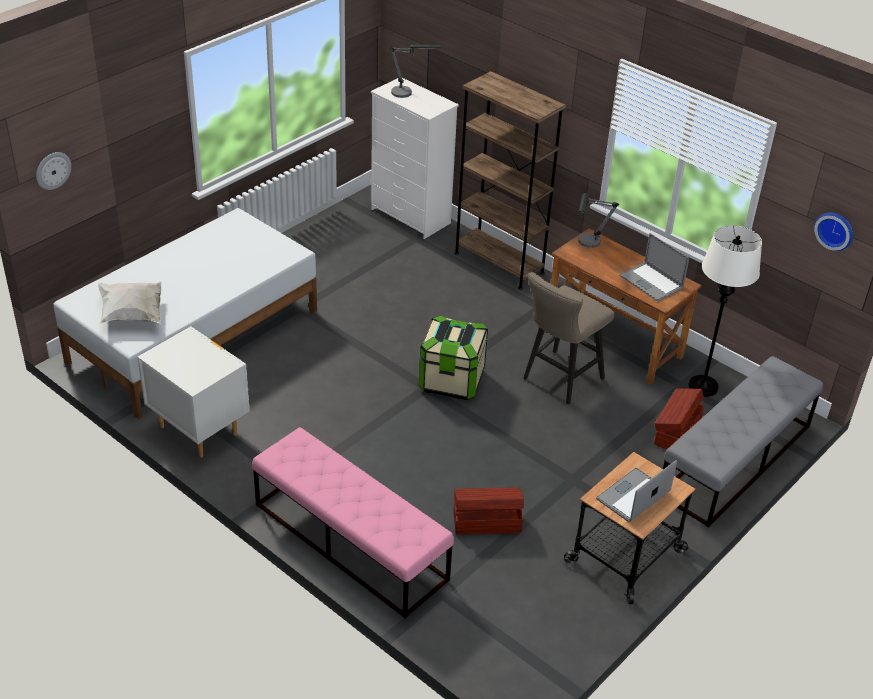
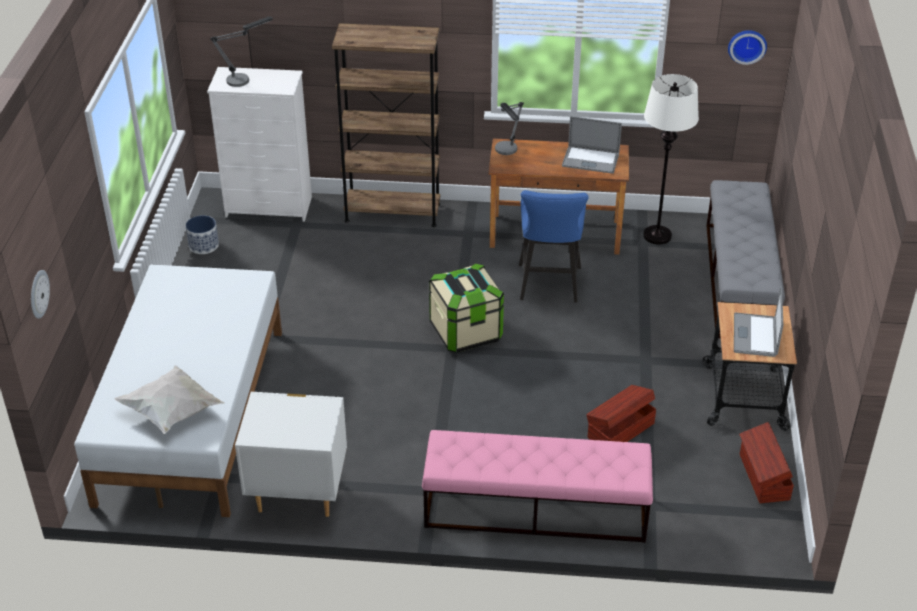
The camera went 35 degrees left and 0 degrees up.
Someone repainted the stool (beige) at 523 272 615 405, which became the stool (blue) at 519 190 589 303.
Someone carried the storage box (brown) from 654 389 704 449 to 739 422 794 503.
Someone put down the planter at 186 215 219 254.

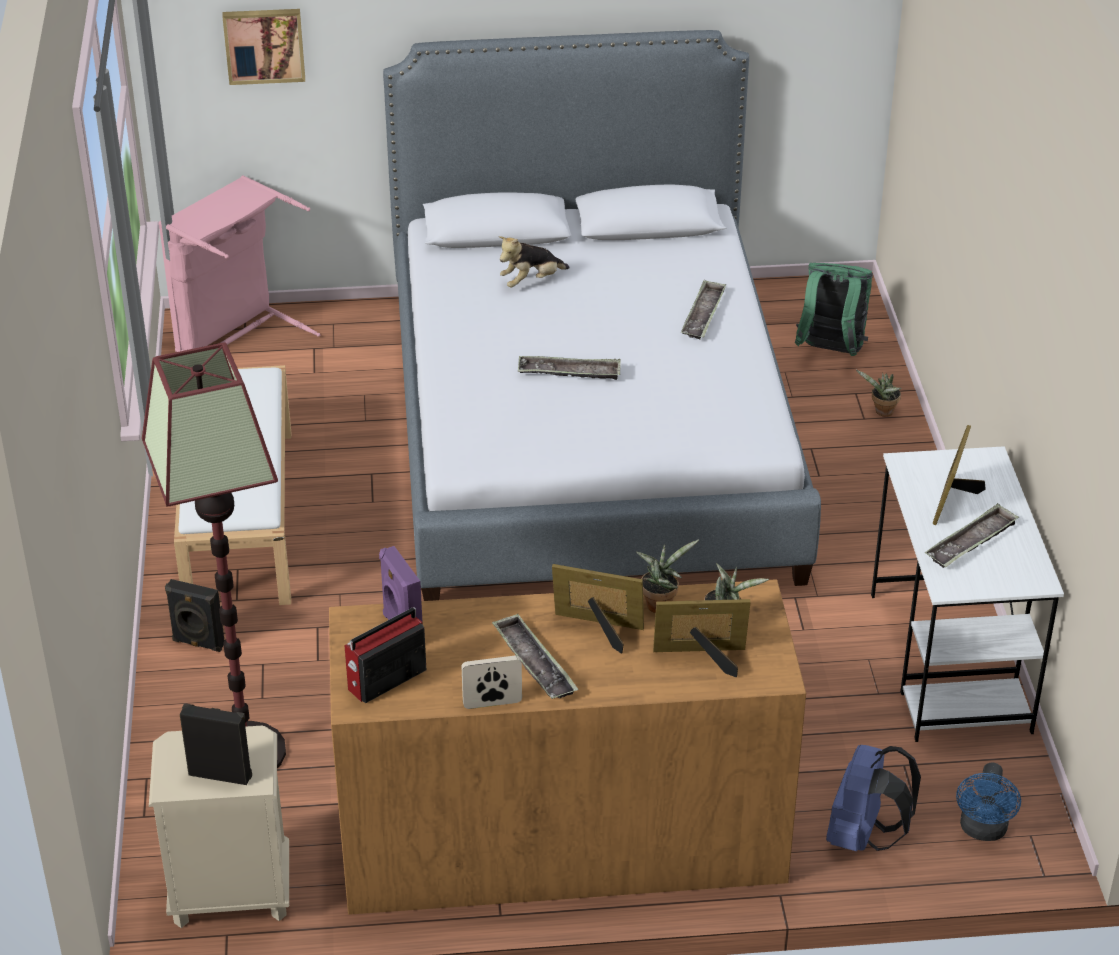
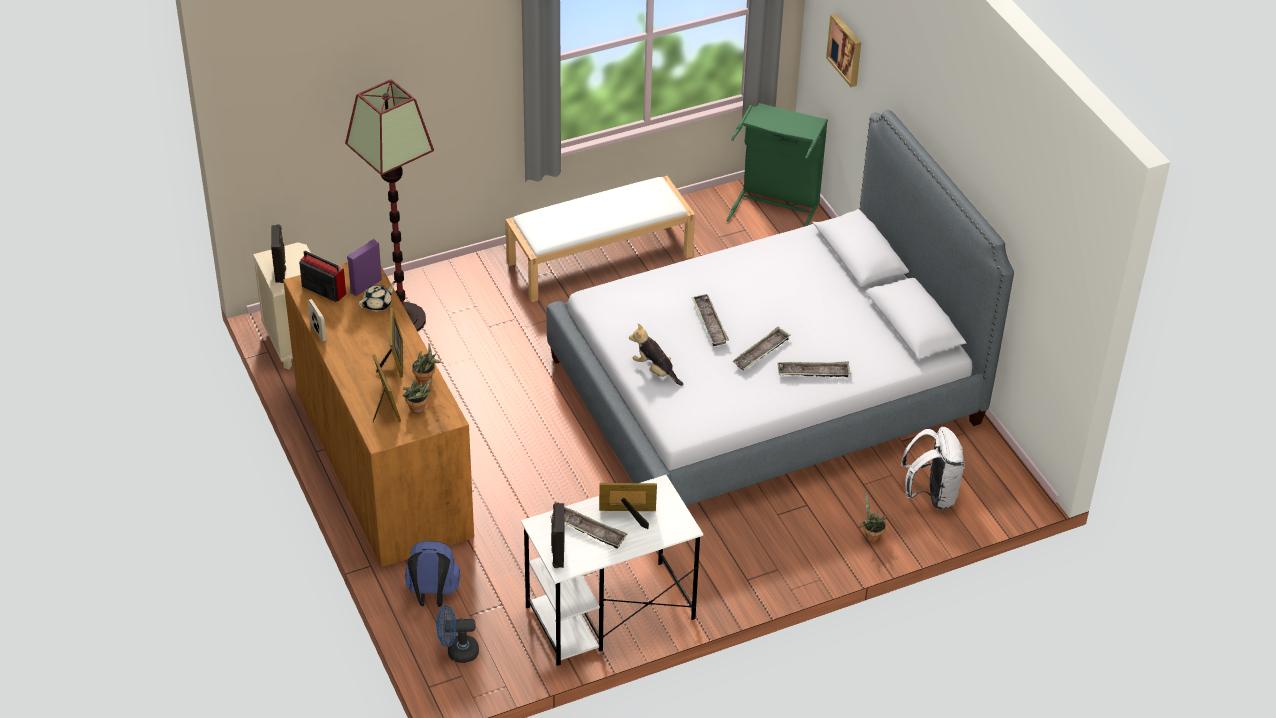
The camera went 70 degrees right and 5 degrees up.
Someone repainted the laundry basket (pink) at 158 175 320 352, which became the laundry basket (green) at 726 103 828 227.
Someone carried the plush toy from 499 236 570 288 to 629 324 684 386.
Someone repainted the backpack (green) at 795 263 873 356, which became the backpack (white) at 901 427 965 510.
Someone carried the speaker (black) from 165 579 225 652 to 551 502 564 568.
Someone carried the tray from 492 614 579 699 to 732 327 791 371.
Someone put down the teapot (beige) at 359 281 396 311.

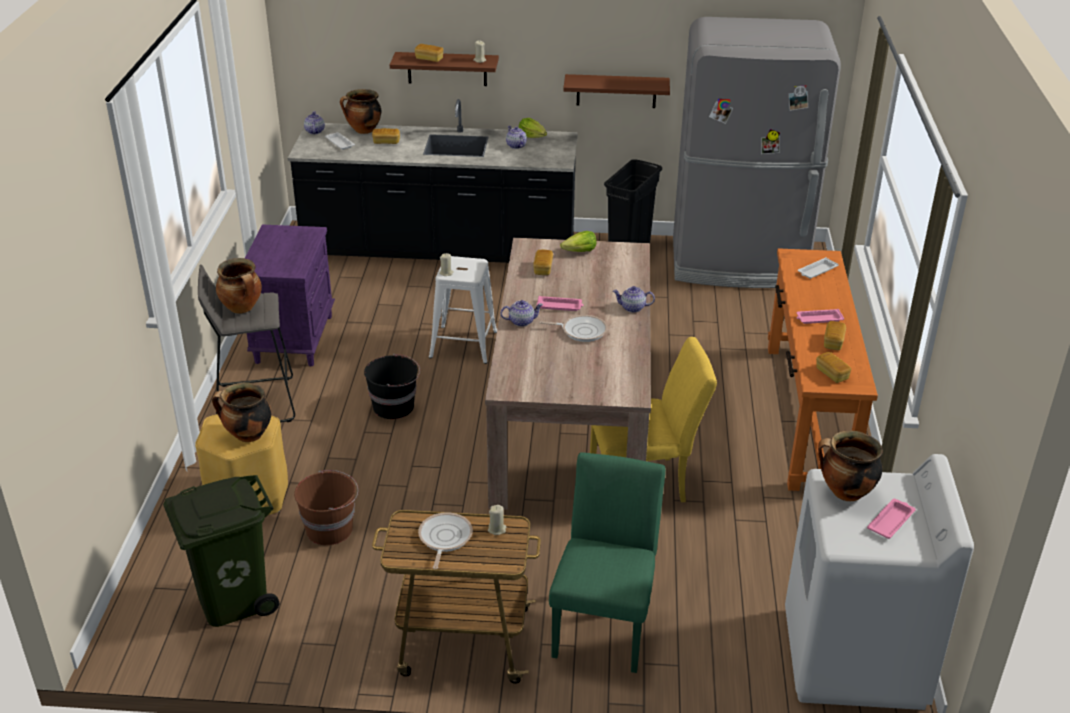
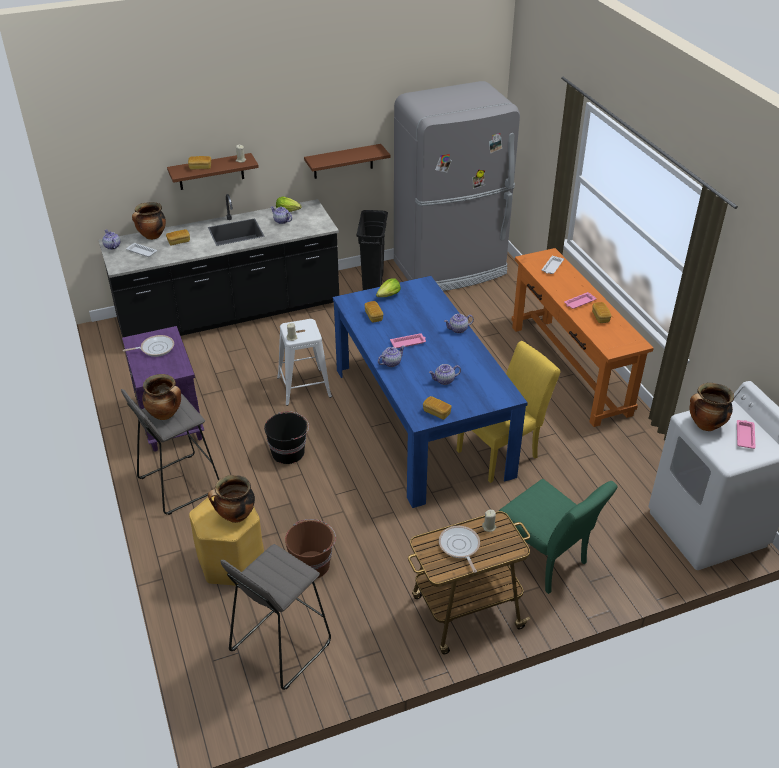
The camera went 25 degrees left and 5 degrees up.
Someone repainted the dining table (beige) at 485 238 651 510, which became the dining table (blue) at 333 276 528 508.
Someone carried the frying pan from 539 315 608 342 to 123 335 174 357.
Someone carried the bread from 816 352 851 383 to 423 396 452 420.
Someone rotated the chair (green) at 549 452 666 673 by 150 degrees clockwise.
Someone swapped the trash can (green) at 163 475 279 627 for the stool (grey) at 220 544 331 690.
Someone put down the teapot at 429 364 461 385.

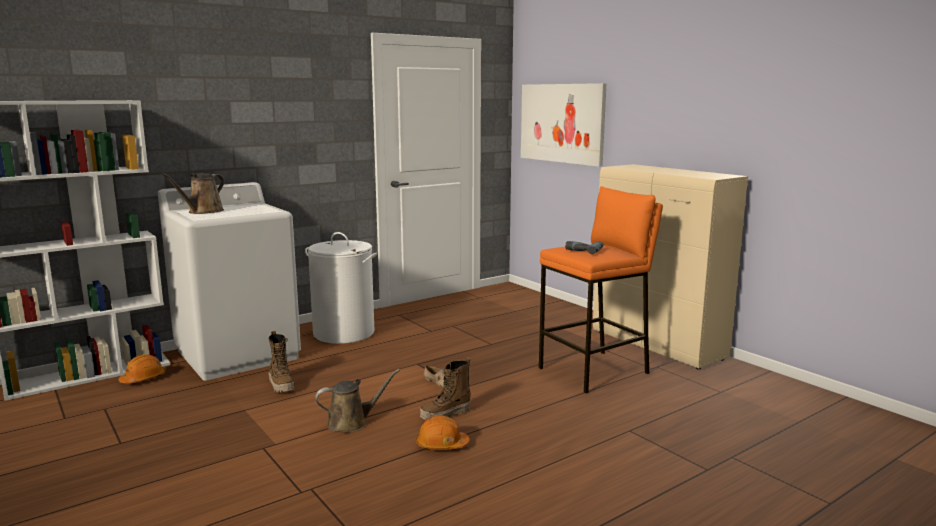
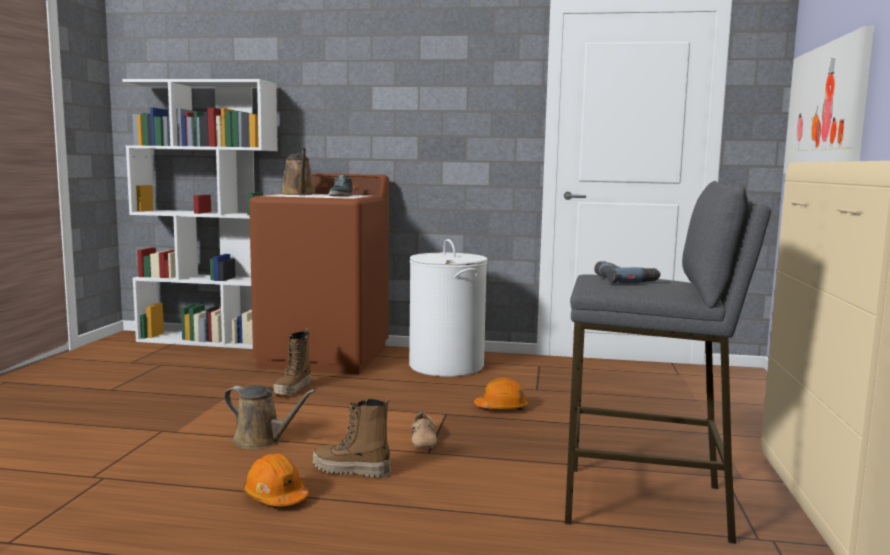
The camera went 45 degrees right and 5 degrees down.
Someone rotated the watering can (brown) at 162 173 224 214 by 90 degrees counterclockwise.
Someone repainted the washing machine (white) at 158 182 301 381, which became the washing machine (brown) at 249 173 389 374.
Someone repainted the stool (orange) at 539 186 663 394, which became the stool (grey) at 565 181 771 544.
Someone carried the hard hat (orange) from 118 355 165 383 to 474 378 528 410.
Someone put down the shoe at 329 175 352 197.

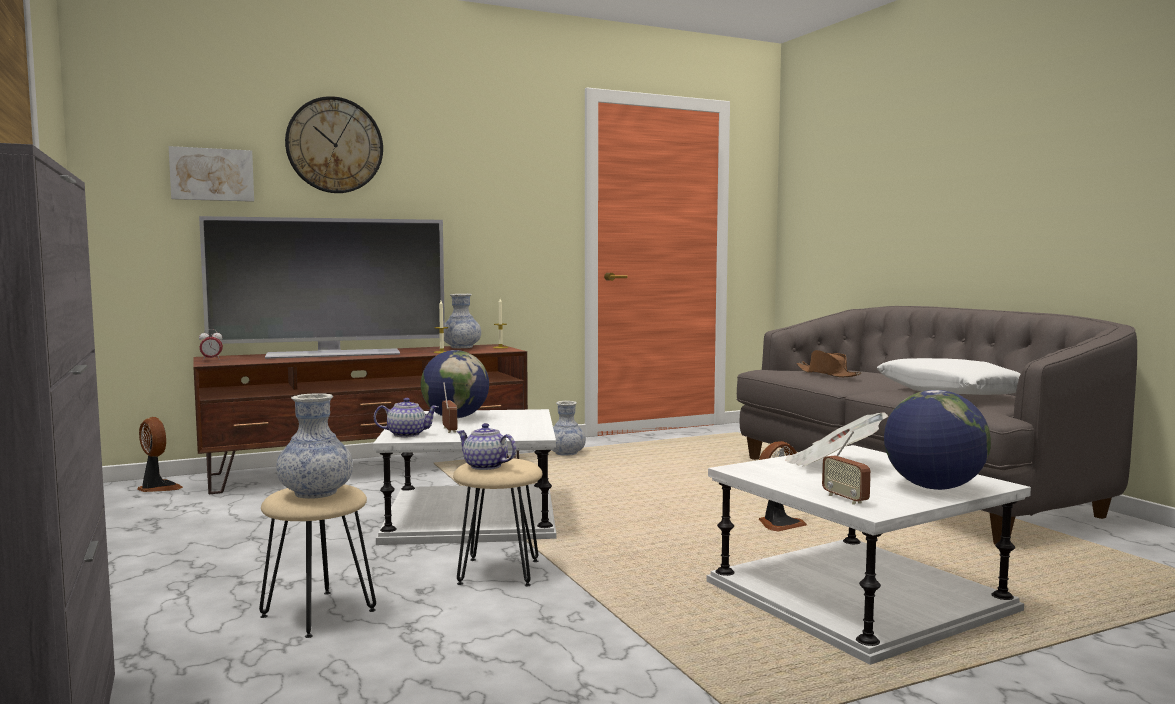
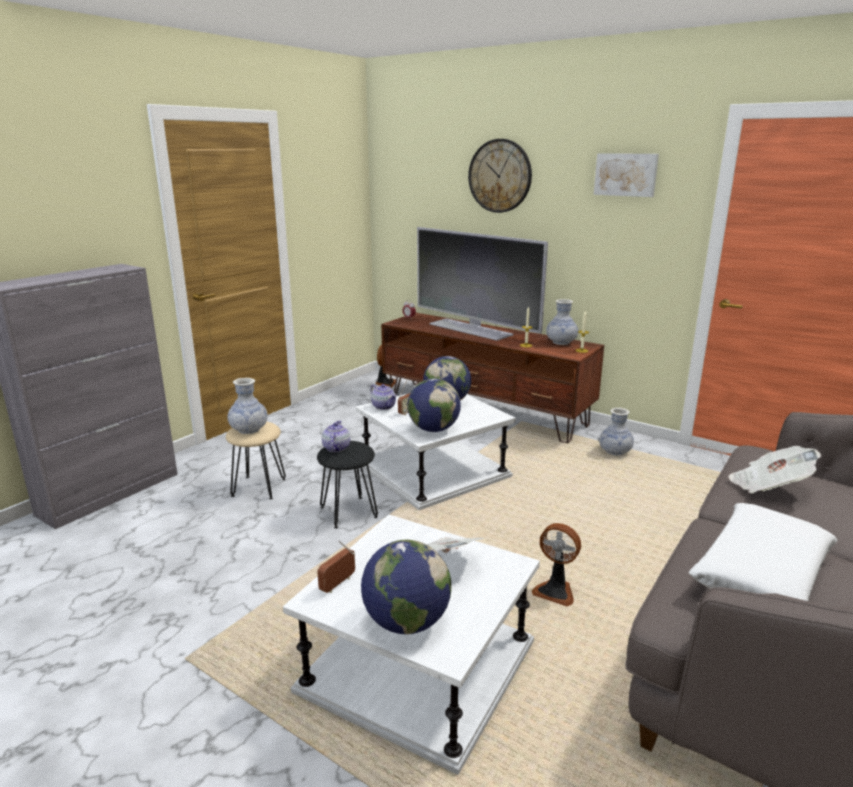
The camera went 60 degrees right and 15 degrees up.
Someone carried the picture from 169 146 254 202 to 594 153 659 197.
Someone swapped the hat (brown) at 796 350 861 377 for the newspaper at 728 446 822 493.
Someone repainted the stool (beige) at 453 458 543 586, which became the stool (black) at 317 441 378 529.
Someone put down the globe at 407 378 461 432.

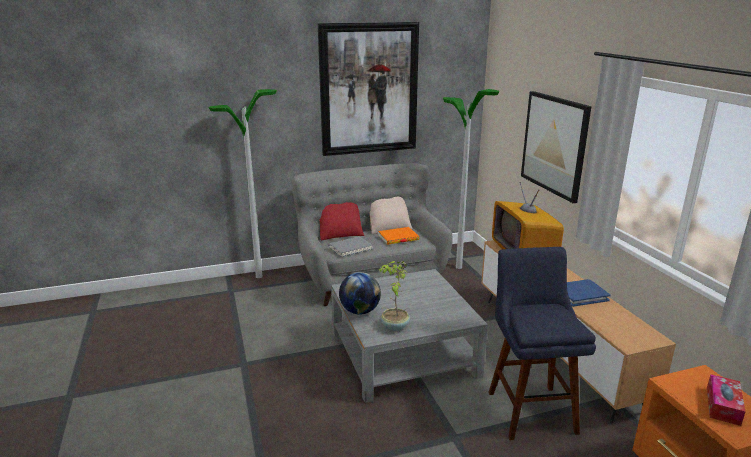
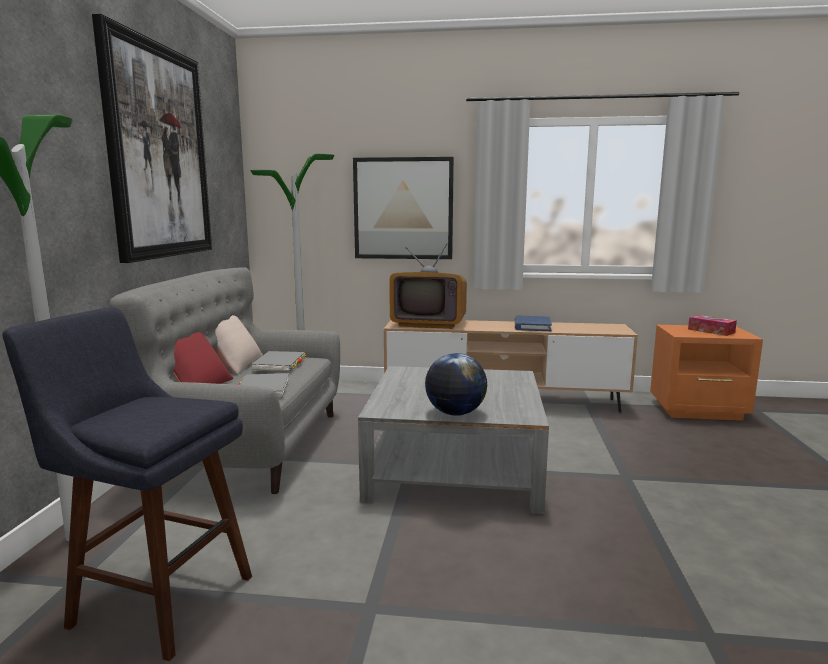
The camera went 65 degrees left and 10 degrees down.
Someone repainted the book (orange) at 378 227 419 245, which became the book (grey) at 251 351 306 371.
Someone carried the stool (blue) from 488 247 596 440 to 2 307 252 661.
Someone took away the potted plant at 379 261 410 331.

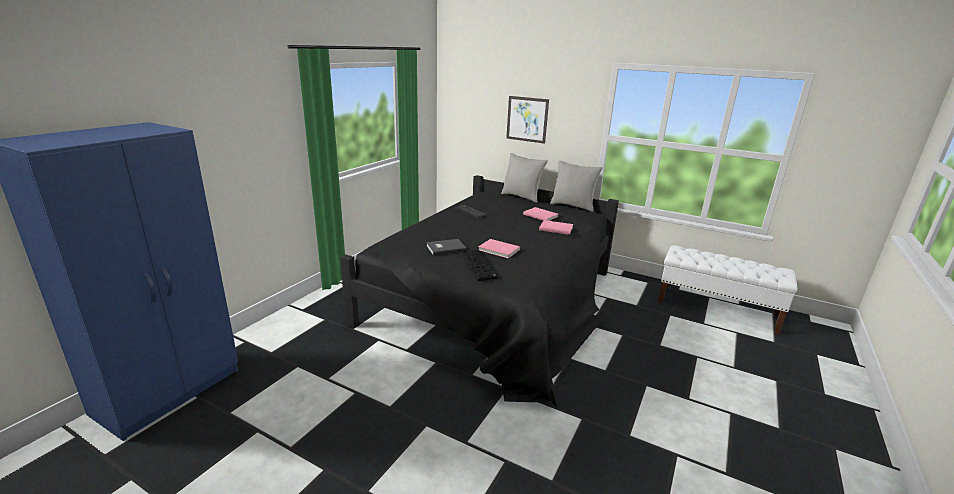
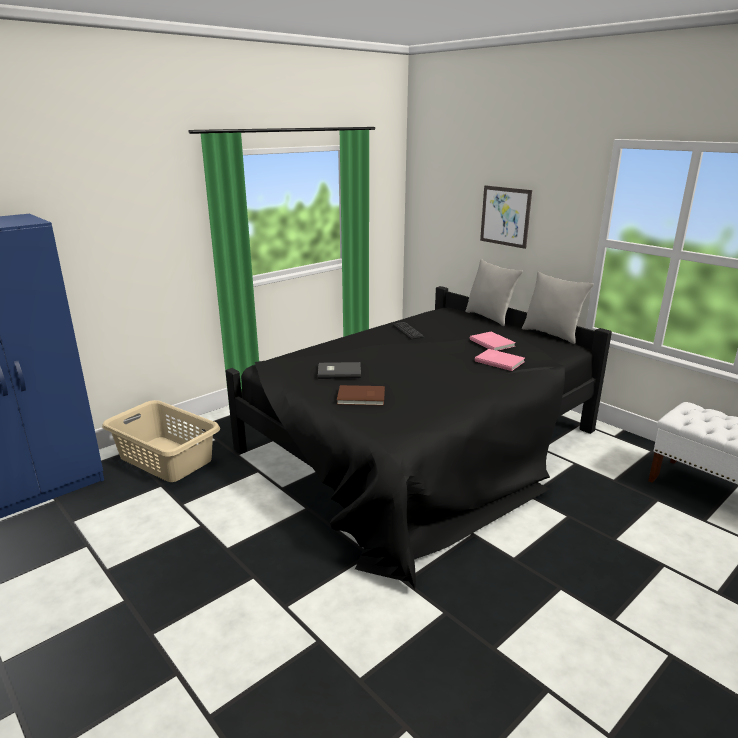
The camera went 20 degrees right and 0 degrees up.
Someone took away the book (pink) at 478 239 520 258.
Someone swapped the keyboard at 461 250 498 281 for the book (brown) at 337 385 385 406.
Someone put down the laundry basket (beige) at 102 400 220 482.

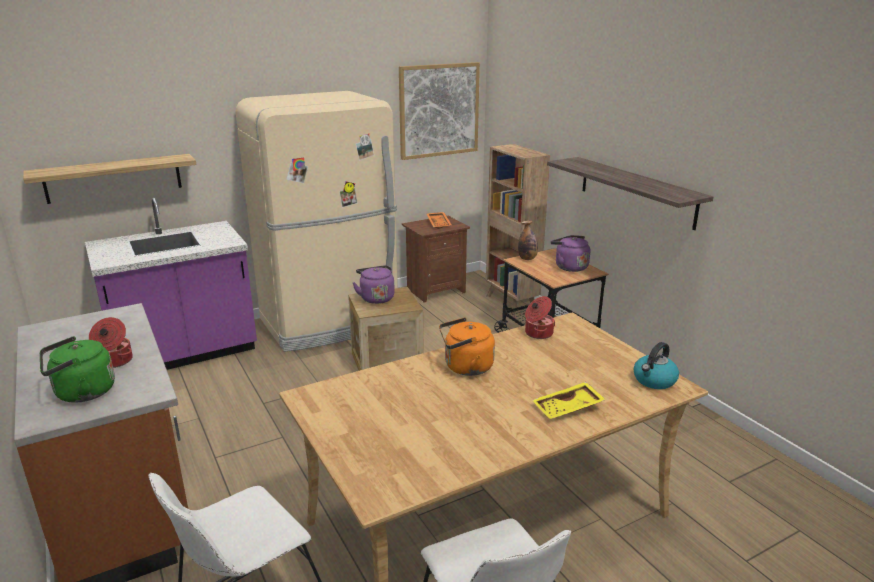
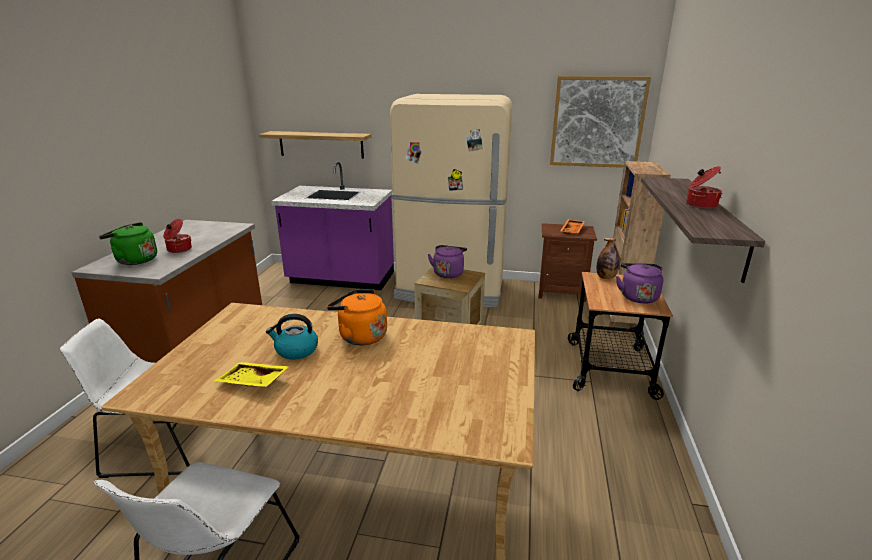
The camera went 40 degrees right and 0 degrees up.
Someone carried the cooking pot from 525 296 555 339 to 686 166 722 209.
Someone carried the kettle from 633 342 679 389 to 266 314 318 360.
Someone carried the tray (yellow) from 532 382 606 419 to 214 362 290 387.

